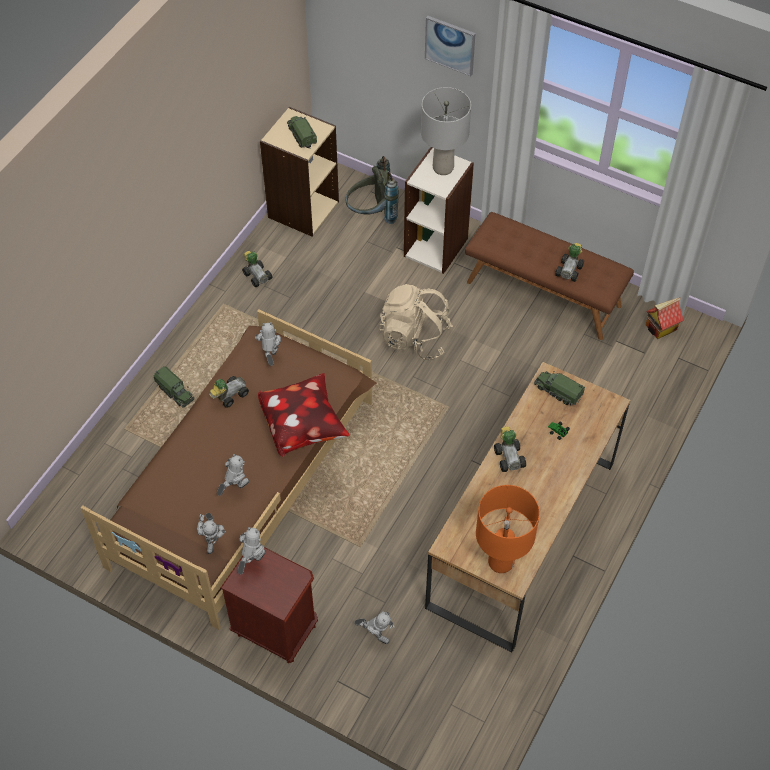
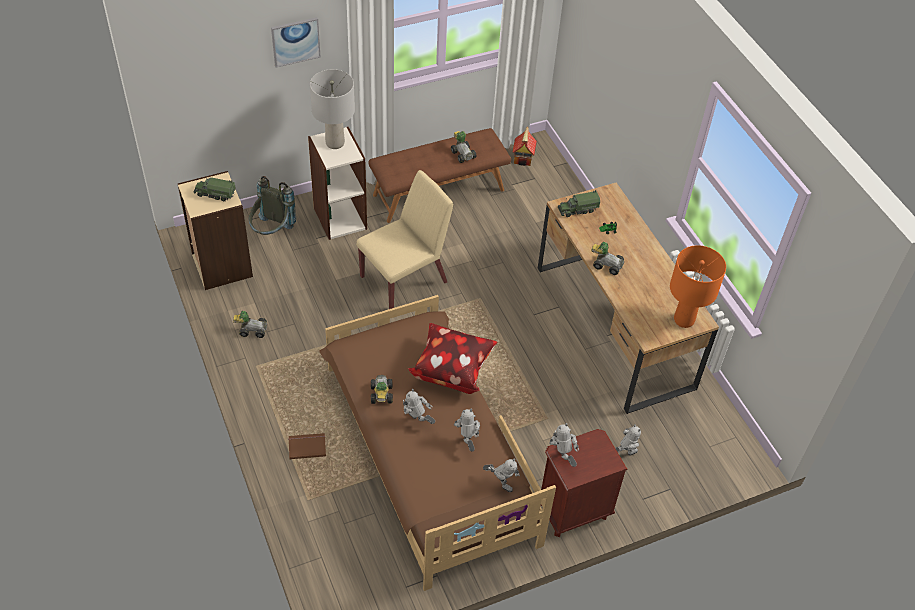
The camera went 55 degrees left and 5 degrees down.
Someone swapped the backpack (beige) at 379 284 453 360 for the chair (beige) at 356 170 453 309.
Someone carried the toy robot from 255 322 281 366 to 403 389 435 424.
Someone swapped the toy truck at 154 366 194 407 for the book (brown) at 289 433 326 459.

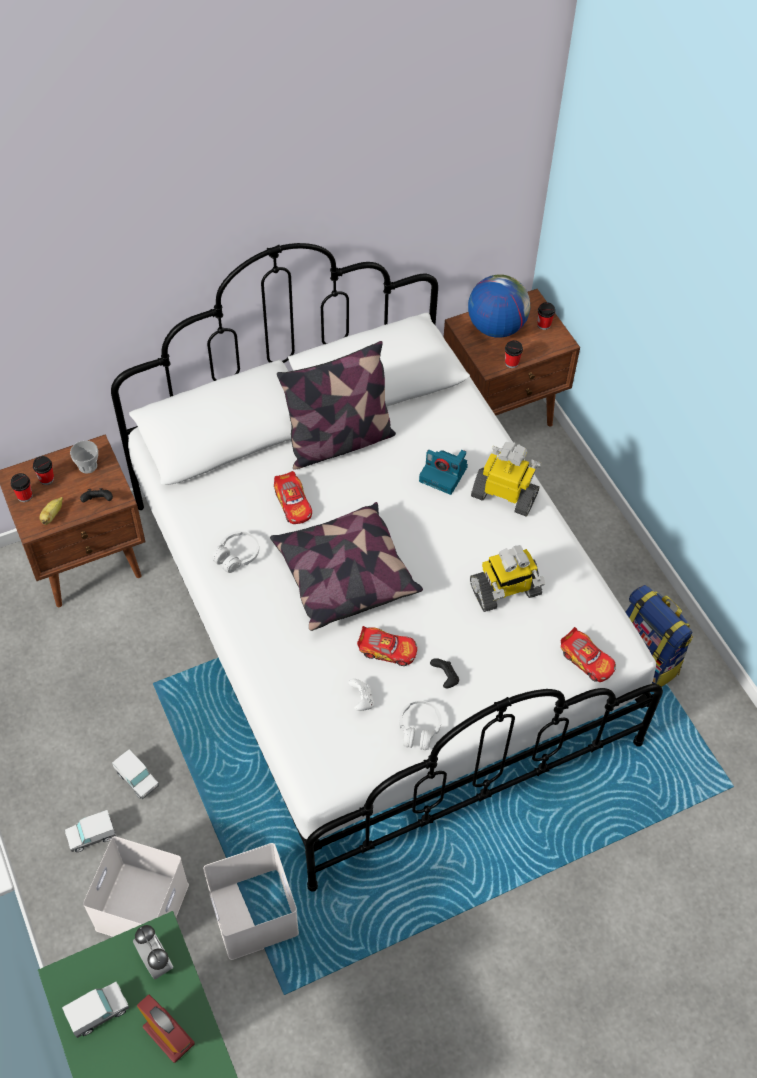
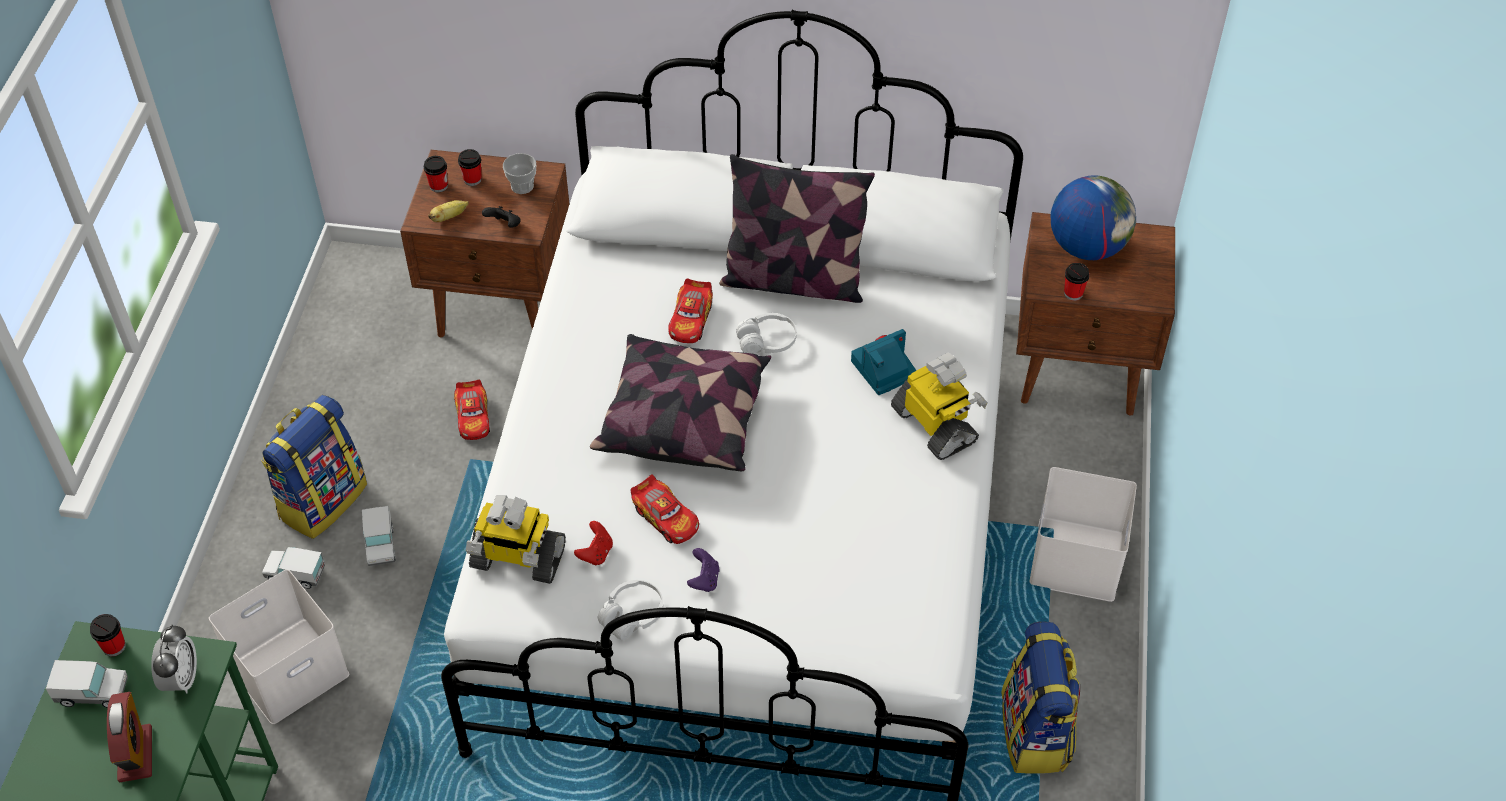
The camera went 35 degrees right and 5 degrees down.
Someone carried the cup from 537 302 555 330 to 90 614 126 656.
Someone rotated the photo camera at 419 450 468 495 by 90 degrees clockwise.
Someone carried the headphones (white) from 212 531 259 573 to 736 313 797 354.
Someone carried the toy robot from 470 545 545 612 to 466 495 566 584.
Someone carried the toy car from 561 627 616 682 to 454 379 490 440.
Someone repainted the game controller (black) at 430 658 459 688, which became the game controller (purple) at 687 548 720 592.
Someone repainted the game controller (white) at 348 679 374 711, which became the game controller (red) at 574 521 613 566.
Someone carried the storage box (white) from 203 843 299 960 to 1030 467 1137 602.
Someone put down the backpack at 261 395 367 539.

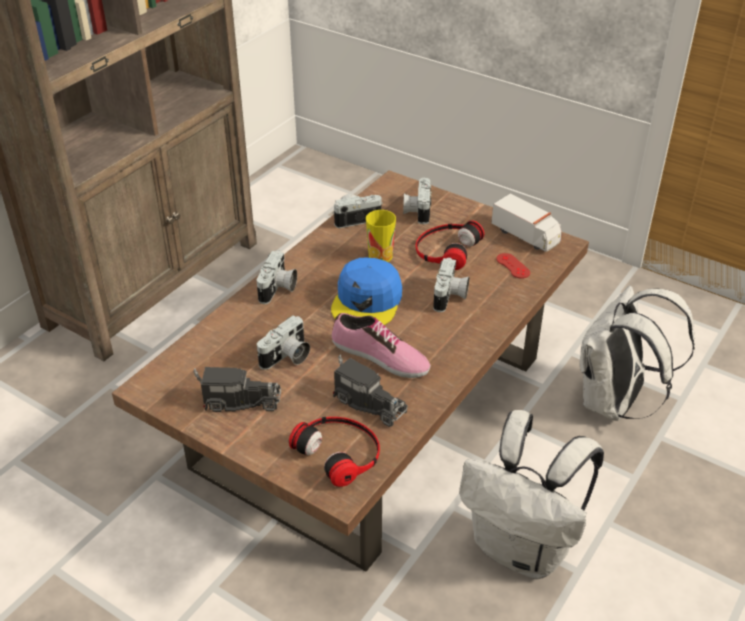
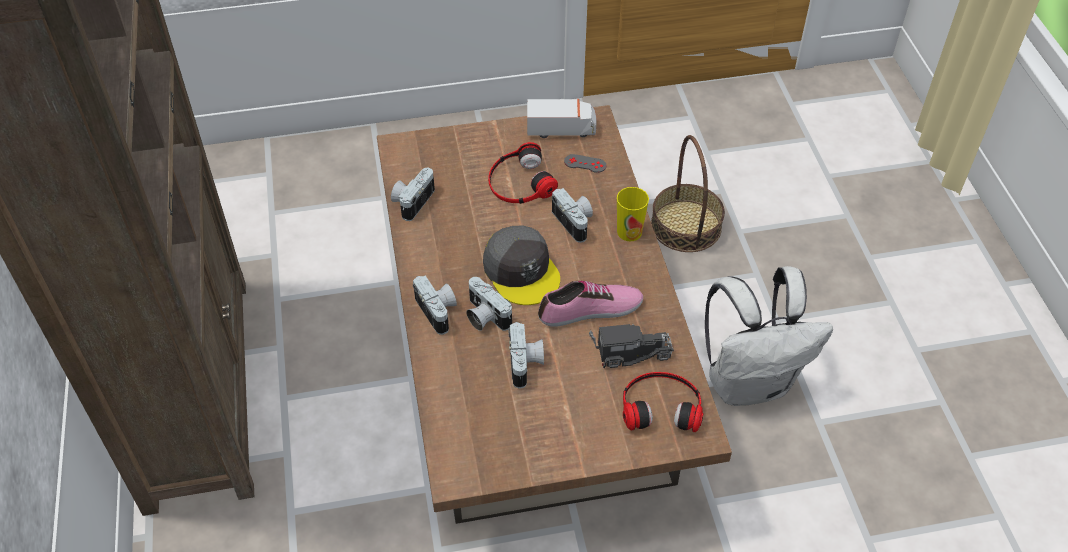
The camera went 45 degrees left and 10 degrees up.
Someone carried the photo camera from 403 178 432 224 to 466 277 512 331.
Someone carried the cup from 366 210 396 262 to 617 187 649 241.
Someone repainted the game controller (red) at 496 253 530 279, which became the game controller (grey) at 564 154 607 173.
Someone repainted the cap (blue) at 331 258 402 325, which became the cap (grey) at 483 225 560 305.
Someone swapped the backpack (white) at 579 286 695 421 for the basket at 651 135 725 252.
Someone took away the toy truck at 193 367 281 412.

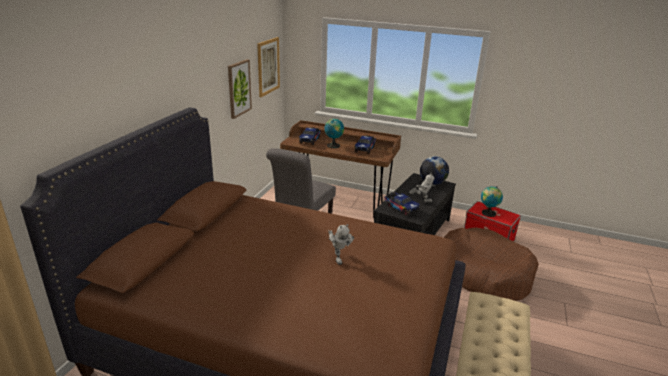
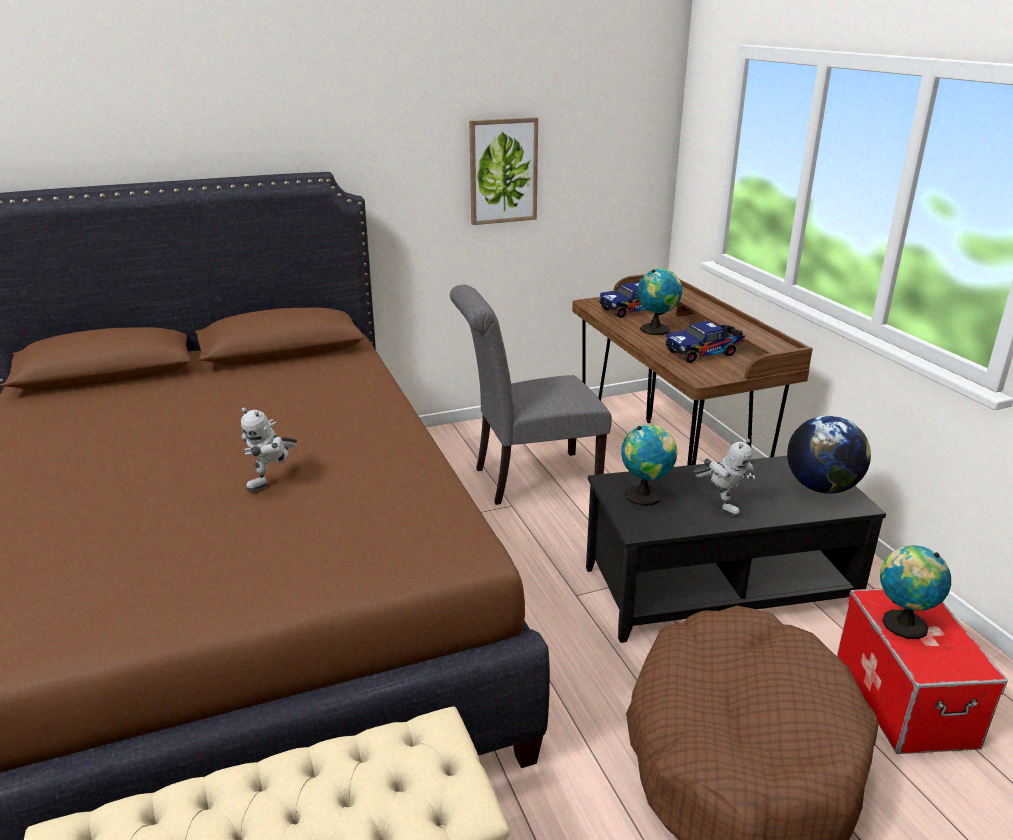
The camera went 50 degrees right and 0 degrees up.
Someone took away the picture at 257 37 280 97.
Someone swapped the toy truck at 385 192 420 216 for the globe at 621 424 677 506.

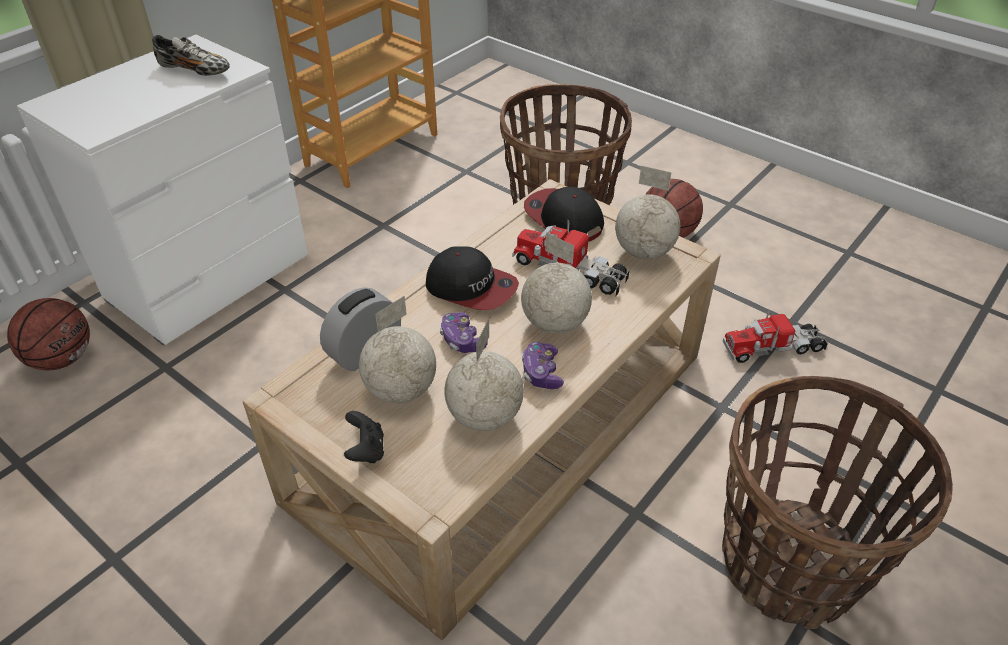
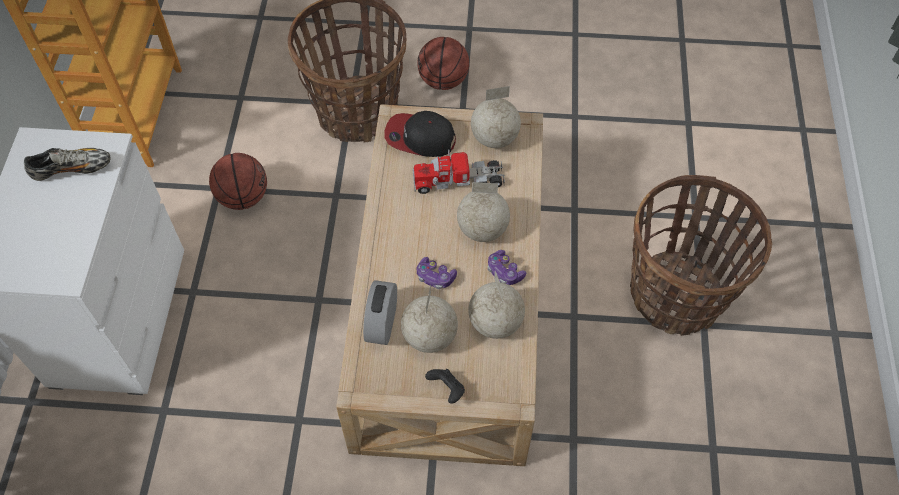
The camera went 35 degrees left and 15 degrees up.
Someone took away the cap at 426 246 519 310.
Someone carried the basketball from 7 298 90 370 to 209 153 267 210.
Someone took away the toy truck at 723 310 828 363.

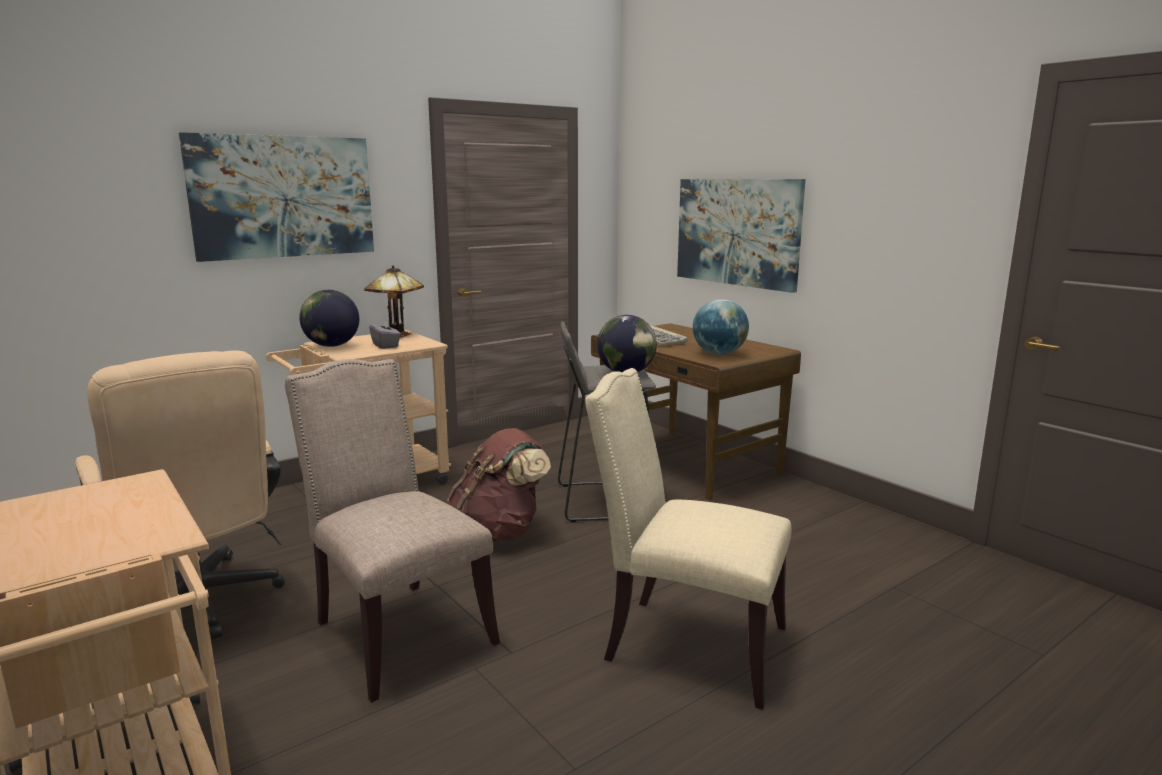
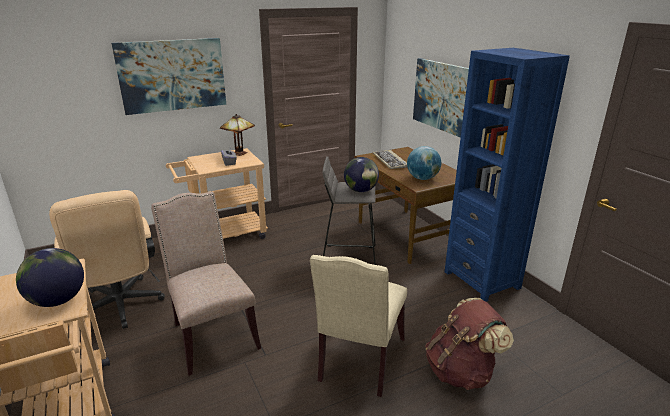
The camera went 10 degrees right and 10 degrees up.
Someone carried the globe from 299 290 359 347 to 16 248 84 307.
Someone rotated the chair (beige) at 585 368 791 710 by 105 degrees counterclockwise.
Someone carried the backpack (brown) from 447 428 551 541 to 425 298 514 390.
Someone put down the bookcase (blue) at 445 48 570 302.

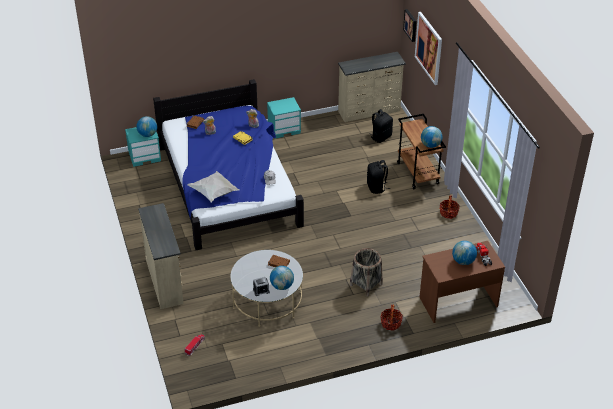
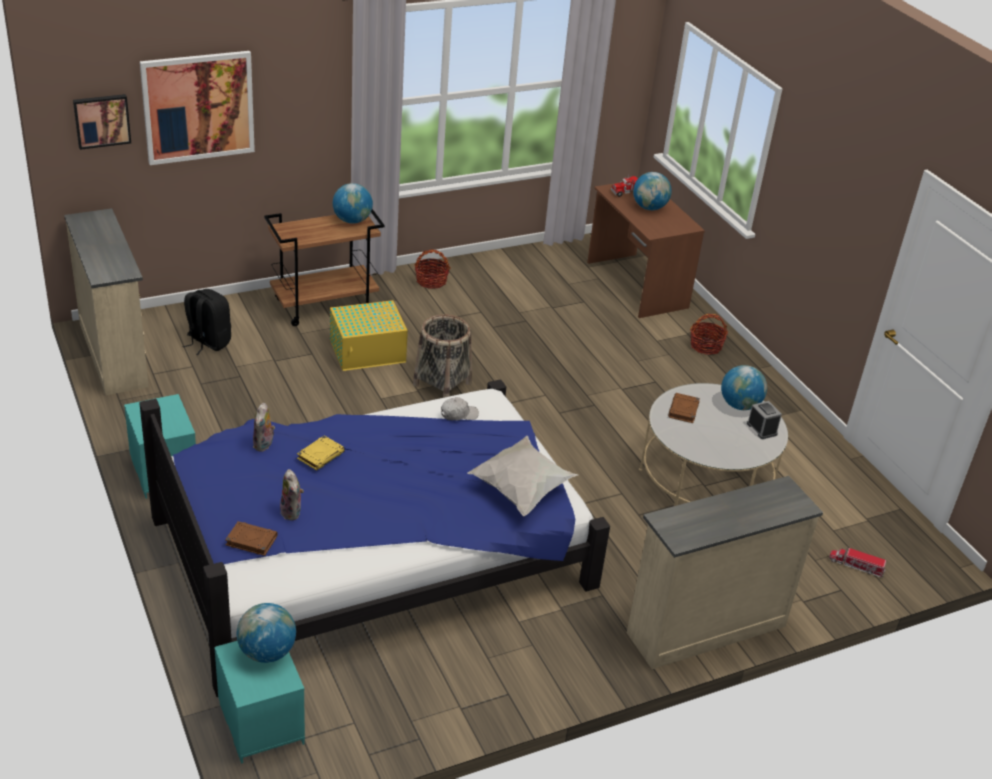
The camera went 100 degrees left and 5 degrees down.
Someone swapped the backpack (black) at 367 160 390 194 for the storage box (yellow) at 330 300 408 371.
Someone carried the basket from 350 248 383 296 to 413 314 472 398.

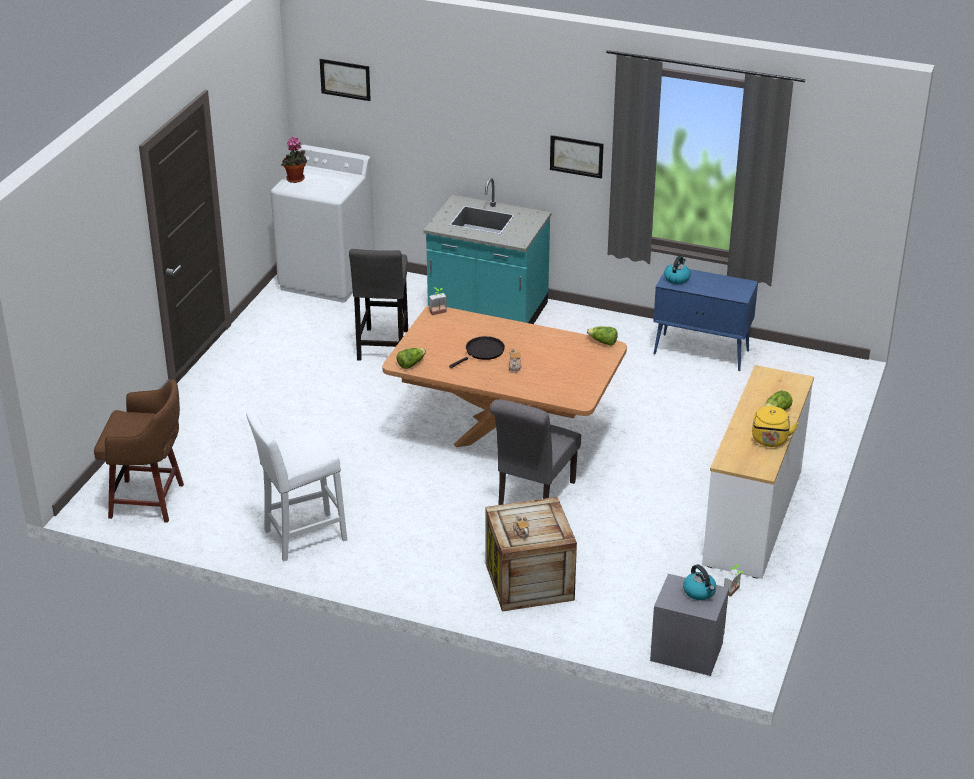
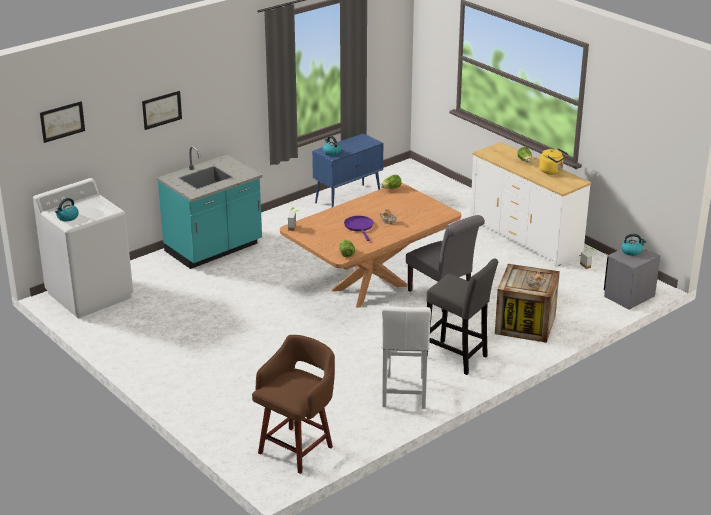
The camera went 60 degrees left and 5 degrees down.
Someone carried the picture from 550 135 604 179 to 142 91 182 130.
Someone swapped the potted plant at 281 137 307 183 for the kettle at 55 198 79 222.
Someone carried the stool (grey) from 349 249 408 361 to 427 258 498 375.
Someone repainted the frying pan (black) at 449 336 505 368, which became the frying pan (purple) at 344 216 374 241.

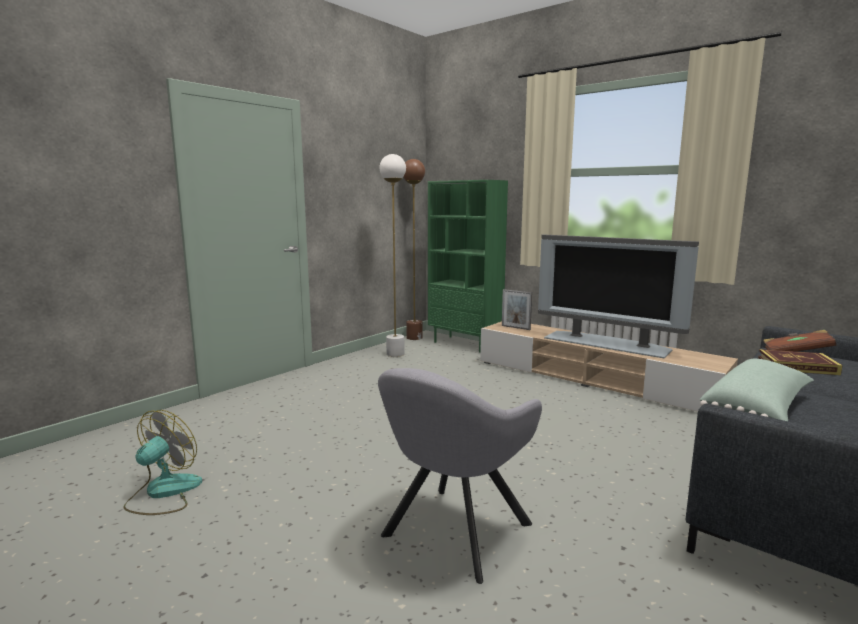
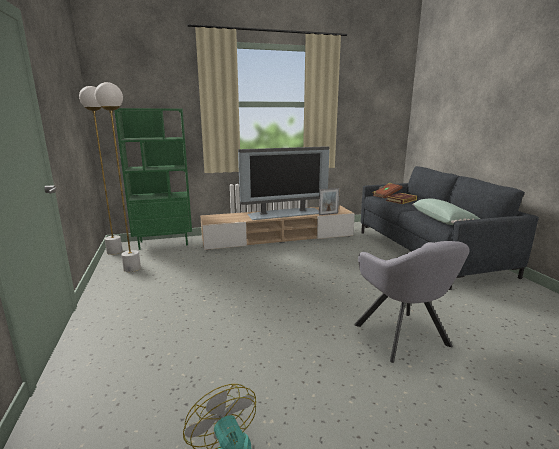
The camera went 55 degrees left and 5 degrees up.
Someone repainted the floor lamp (brown) at 404 159 425 340, which became the floor lamp (white) at 79 86 123 255.
Someone carried the picture frame from 502 289 532 330 to 319 188 340 215.

